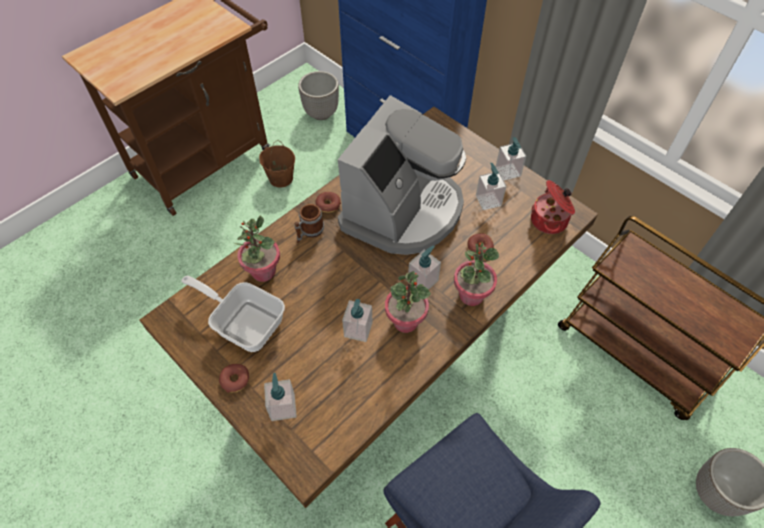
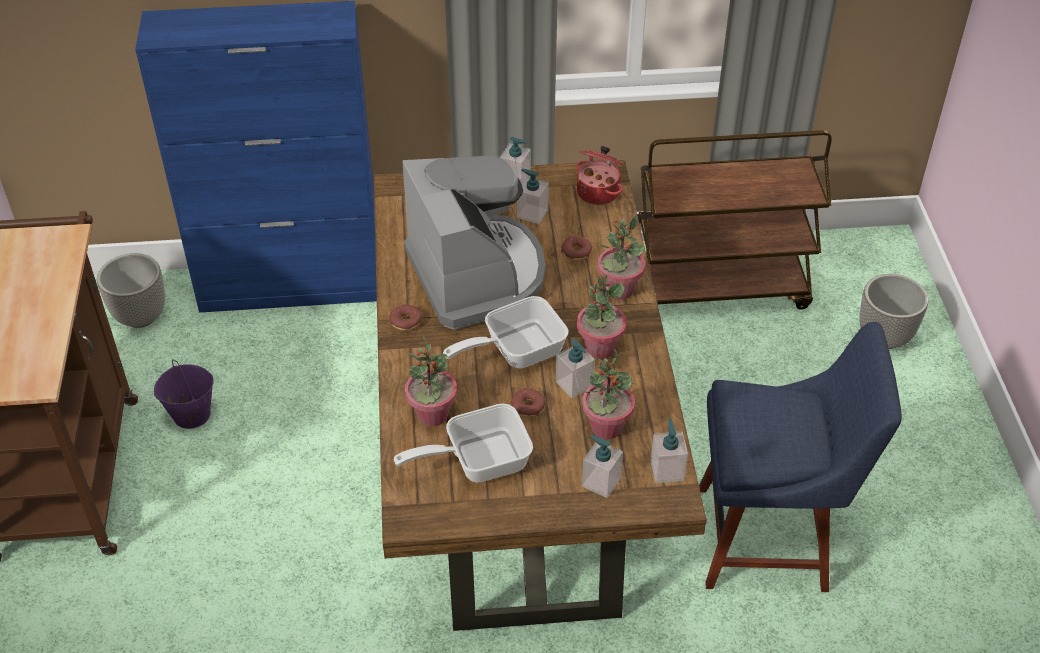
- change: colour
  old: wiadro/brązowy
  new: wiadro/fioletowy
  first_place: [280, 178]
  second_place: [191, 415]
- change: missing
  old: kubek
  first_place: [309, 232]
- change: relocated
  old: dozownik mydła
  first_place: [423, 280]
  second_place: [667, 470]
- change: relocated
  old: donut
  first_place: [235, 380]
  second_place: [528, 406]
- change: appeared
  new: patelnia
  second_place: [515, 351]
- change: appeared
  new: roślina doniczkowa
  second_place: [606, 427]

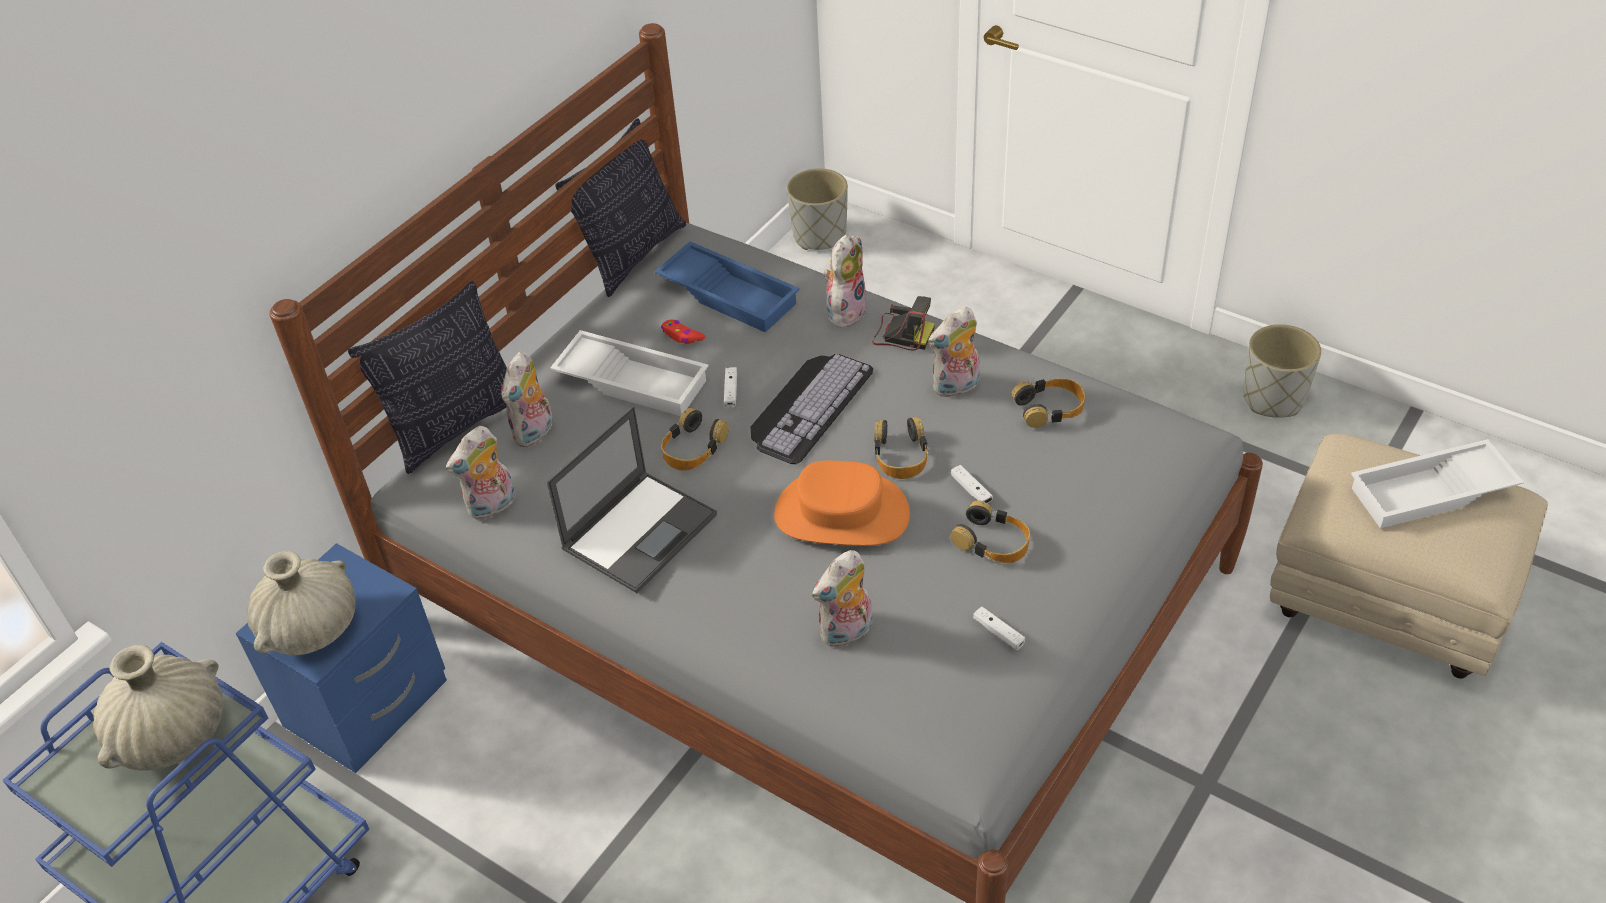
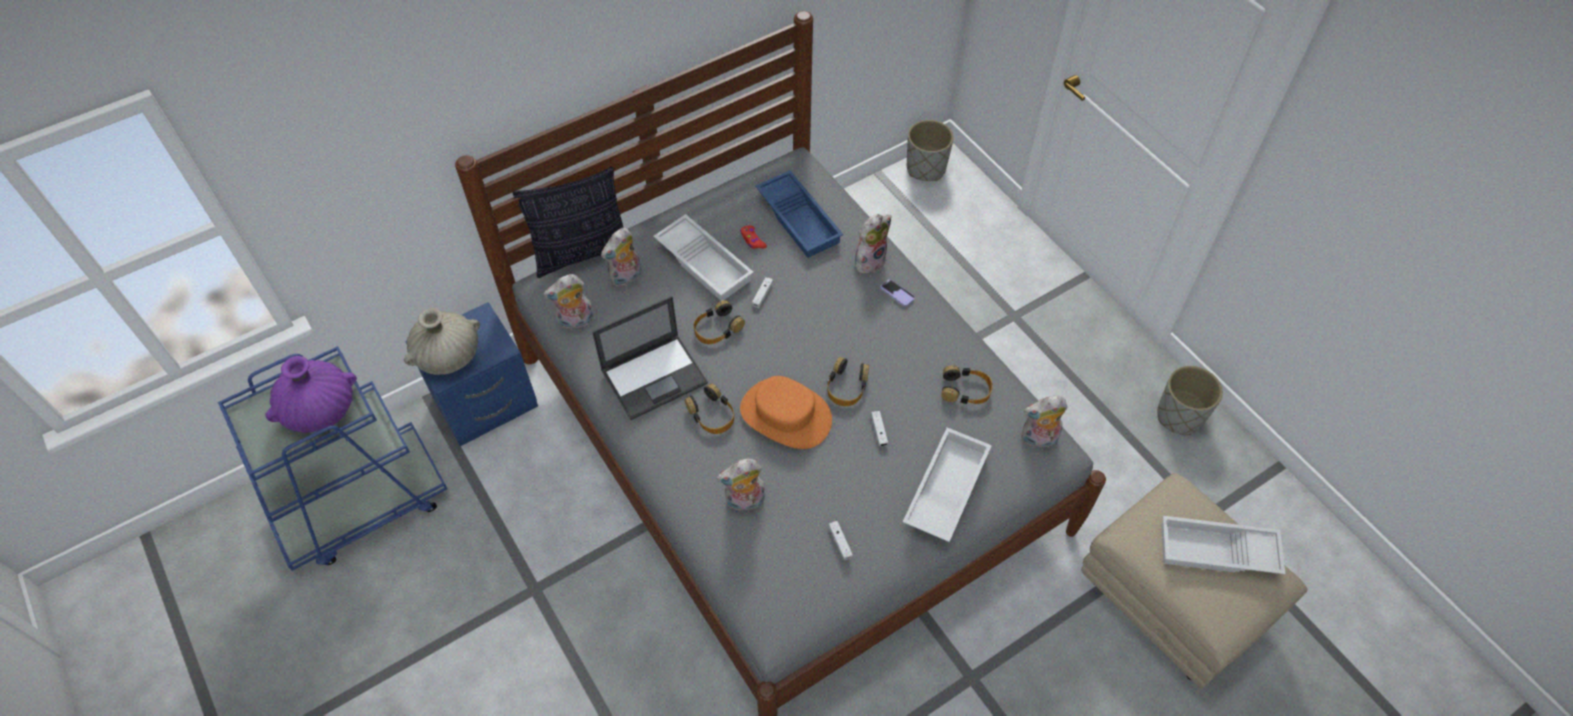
- change: missing
  old: poduszka
  first_place: [633, 255]
- change: exchanged
  old: aparat fotograficzny
  new: telefon
  first_place: [901, 334]
  second_place: [897, 293]
- change: relocated
  old: pluszak
  first_place: [956, 387]
  second_place: [1038, 440]
- change: missing
  old: klawiatura
  first_place: [807, 404]
- change: relocated
  old: słuchawki
  first_place: [992, 541]
  second_place: [712, 414]
- change: colour
  old: wazon/beżowy
  new: wazon/fioletowy
  first_place: [173, 736]
  second_place: [320, 410]
- change: appeared
  new: taca/biały
  second_place: [944, 488]

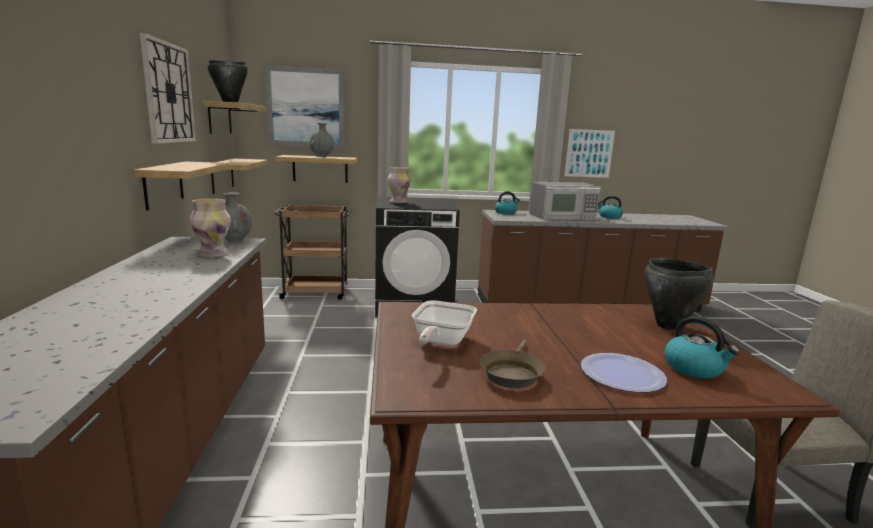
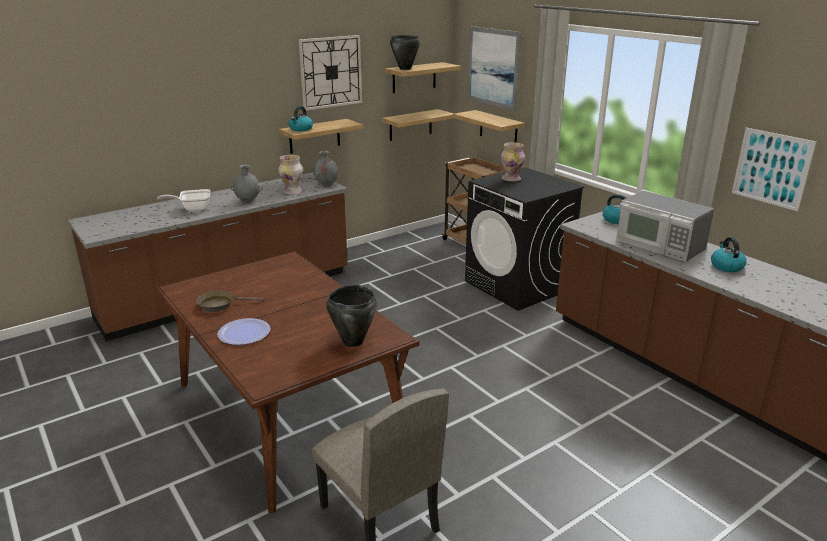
- change: relocated
  old: wazon/szary
  first_place: [322, 157]
  second_place: [248, 201]
- change: relocated
  old: patelnia
  first_place: [440, 342]
  second_place: [192, 208]
- change: relocated
  old: czajnik
  first_place: [694, 368]
  second_place: [301, 129]

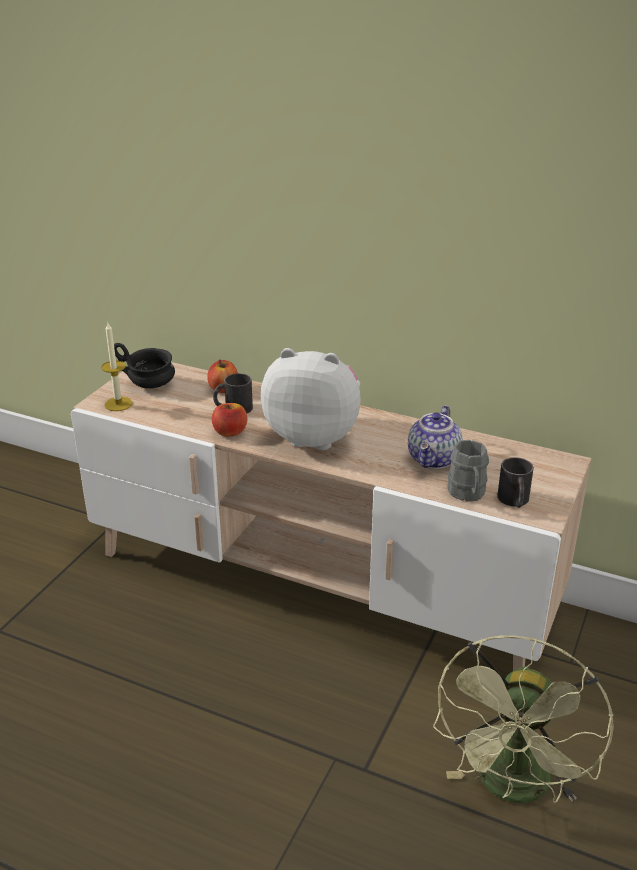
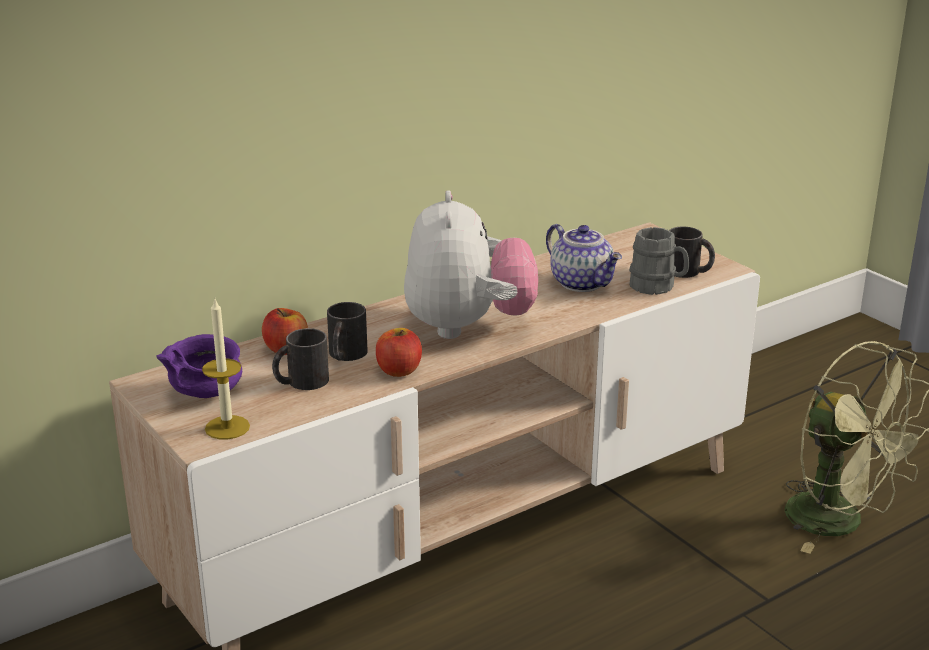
- change: colour
  old: miska/czarny
  new: miska/fioletowy
  first_place: [150, 385]
  second_place: [206, 394]
- change: spun
  old: pluszak
  first_place: [314, 436]
  second_place: [468, 327]
  degrees: 135
- change: appeared
  new: kubek/czarny
  second_place: [300, 382]

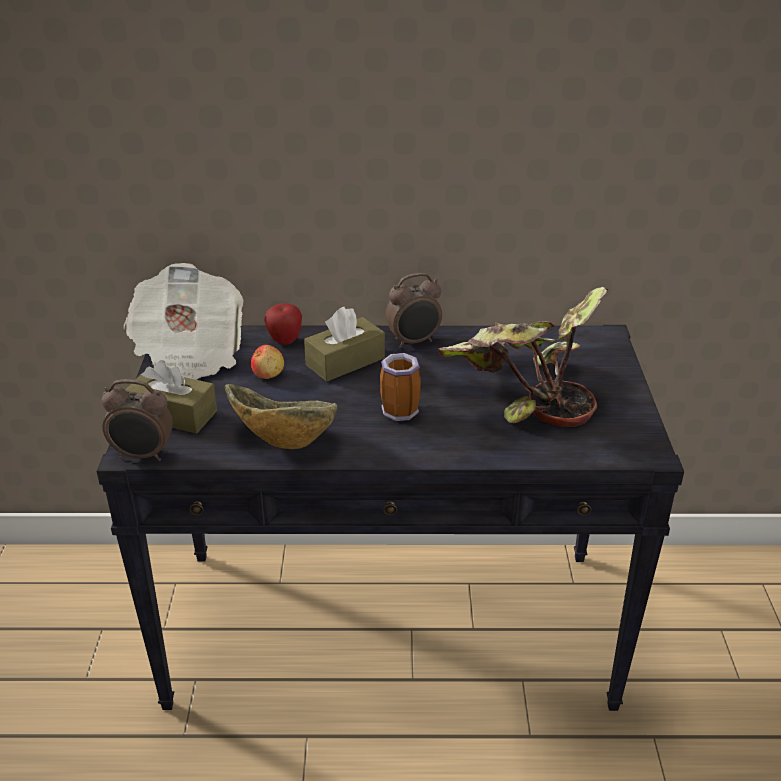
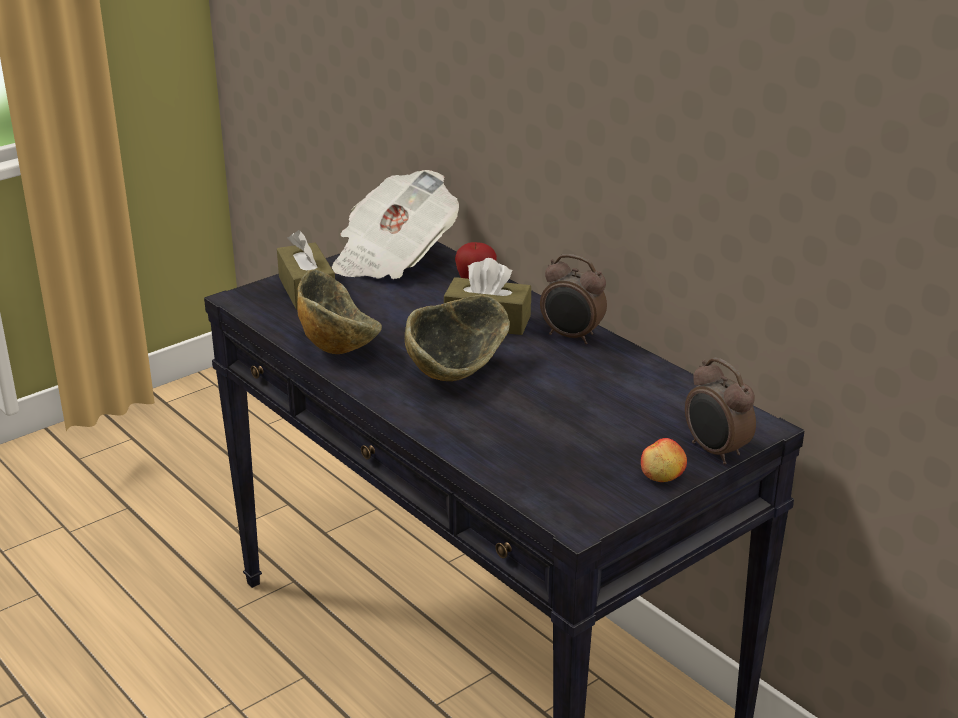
- change: missing
  old: roślina doniczkowa
  first_place: [521, 395]
- change: relocated
  old: jabłko
  first_place: [268, 374]
  second_place: [662, 477]
- change: exchanged
  old: kubek
  new: miska
  first_place: [399, 408]
  second_place: [455, 373]
- change: relocated
  old: budzik
  first_place: [143, 455]
  second_place: [715, 452]

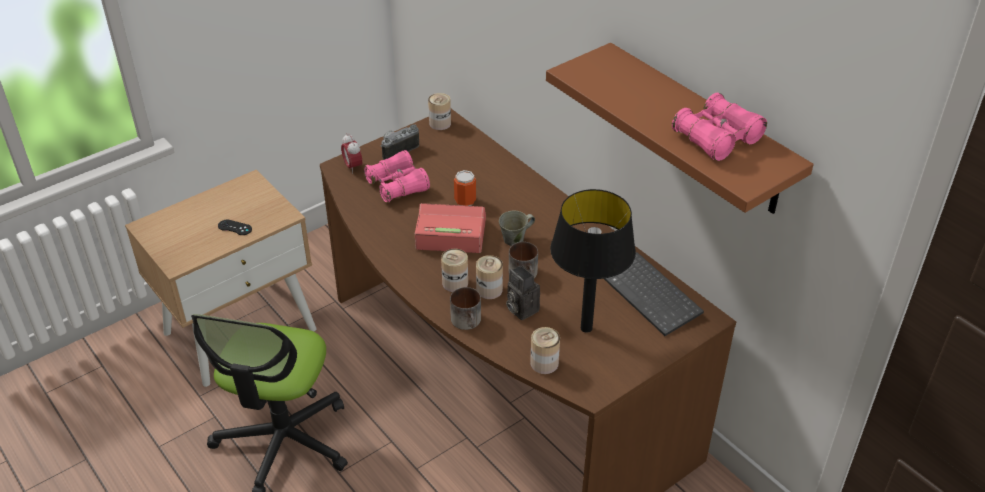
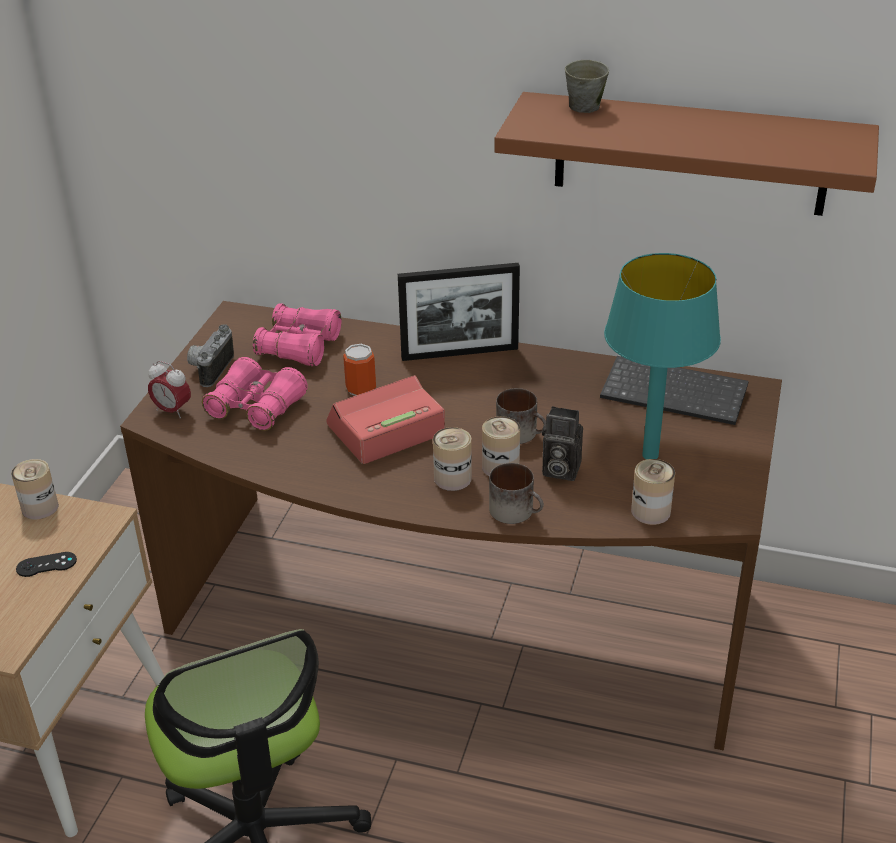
- change: relocated
  old: puszka
  first_place: [440, 123]
  second_place: [40, 507]
- change: relocated
  old: lornetka/różowy
  first_place: [717, 138]
  second_place: [299, 347]
- change: colour
  old: lampa stołowa/czarny
  new: lampa stołowa/turkusowy
  first_place: [585, 328]
  second_place: [649, 455]
- change: relocated
  old: kubek/szary
  first_place: [515, 239]
  second_place: [586, 106]
- change: appeared
  new: ramka na zdjęcie
  second_place: [460, 353]

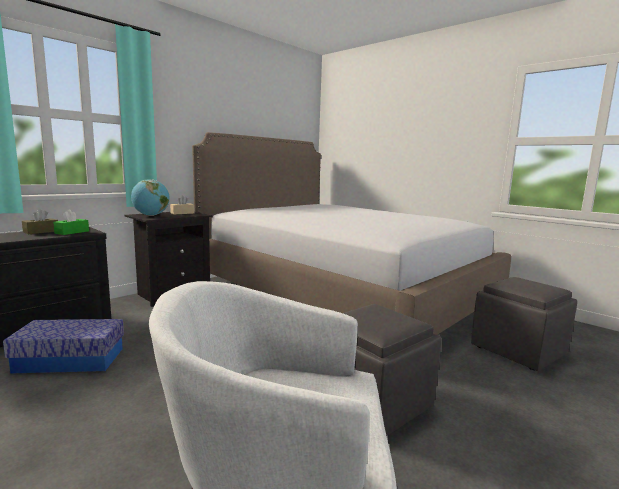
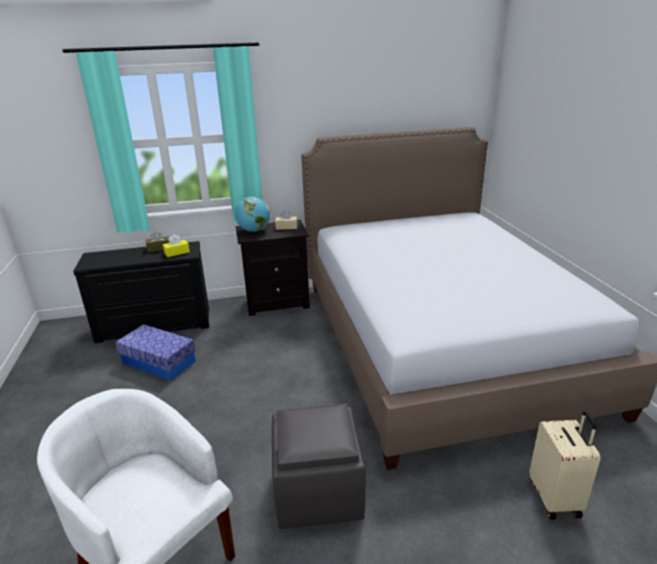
- change: colour
  old: pudełko chusteczek/zielony
  new: pudełko chusteczek/żółty
  first_place: [72, 232]
  second_place: [177, 252]
- change: exchanged
  old: pufa/szary
  new: walizka/beżowy
  first_place: [519, 350]
  second_place: [556, 498]

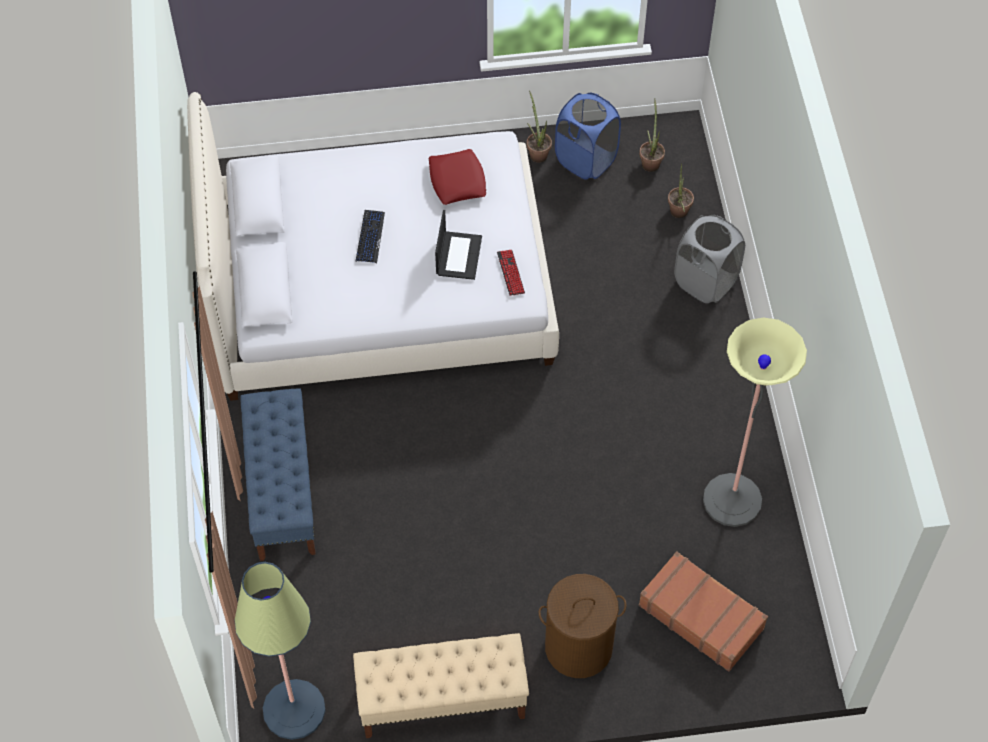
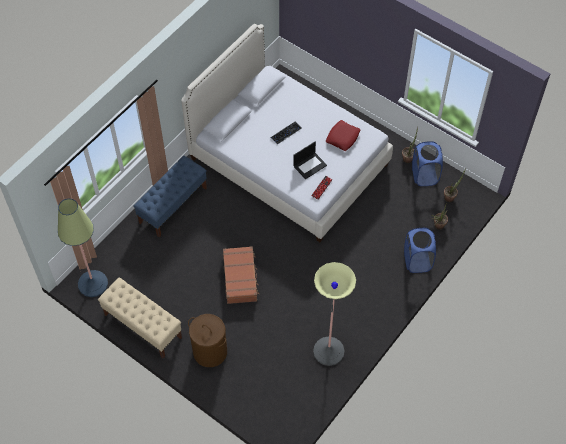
- change: colour
  old: kosz na pranie/szary
  new: kosz na pranie/niebieski
  first_place: [705, 281]
  second_place: [417, 261]
- change: relocated
  old: walizka/brązowy
  first_place: [701, 616]
  second_place: [240, 278]

